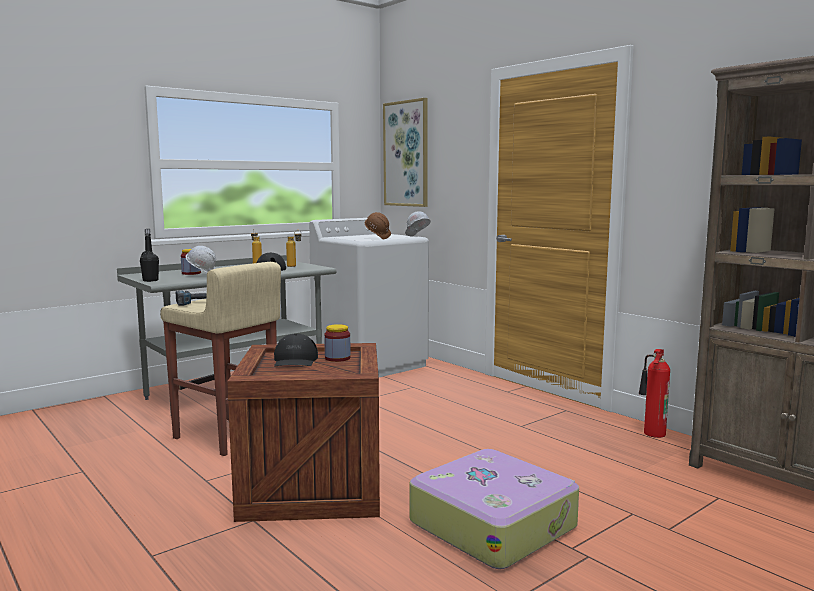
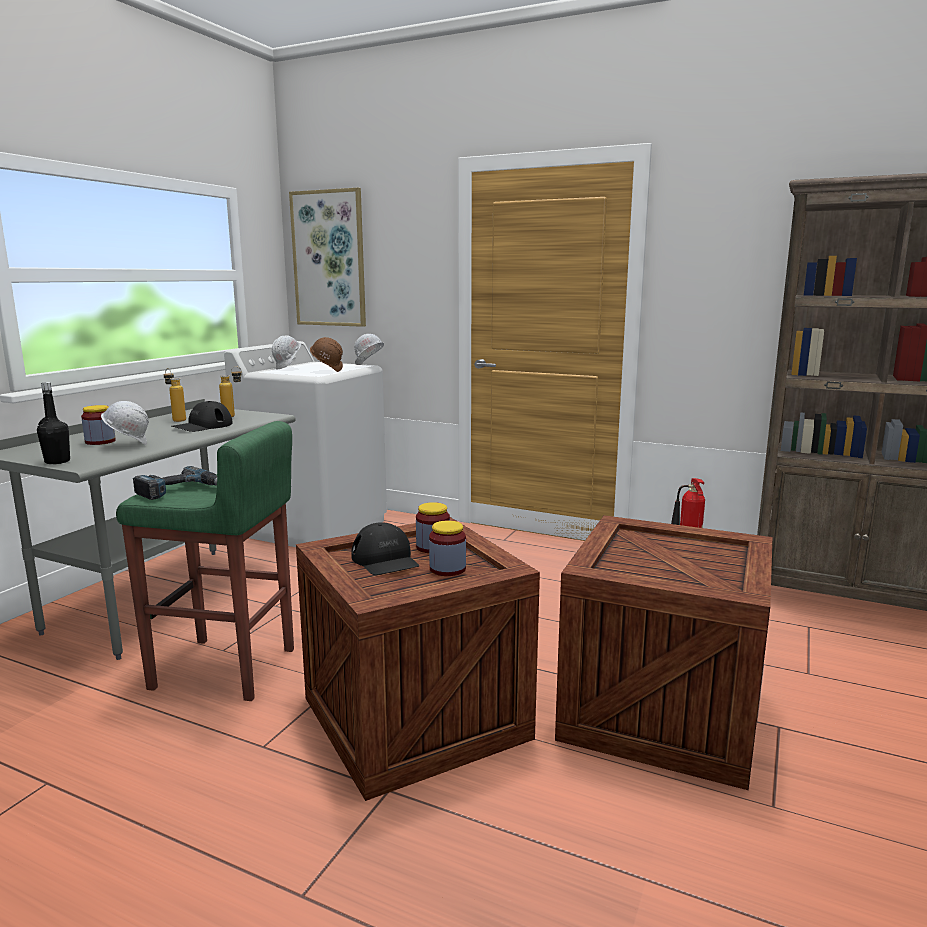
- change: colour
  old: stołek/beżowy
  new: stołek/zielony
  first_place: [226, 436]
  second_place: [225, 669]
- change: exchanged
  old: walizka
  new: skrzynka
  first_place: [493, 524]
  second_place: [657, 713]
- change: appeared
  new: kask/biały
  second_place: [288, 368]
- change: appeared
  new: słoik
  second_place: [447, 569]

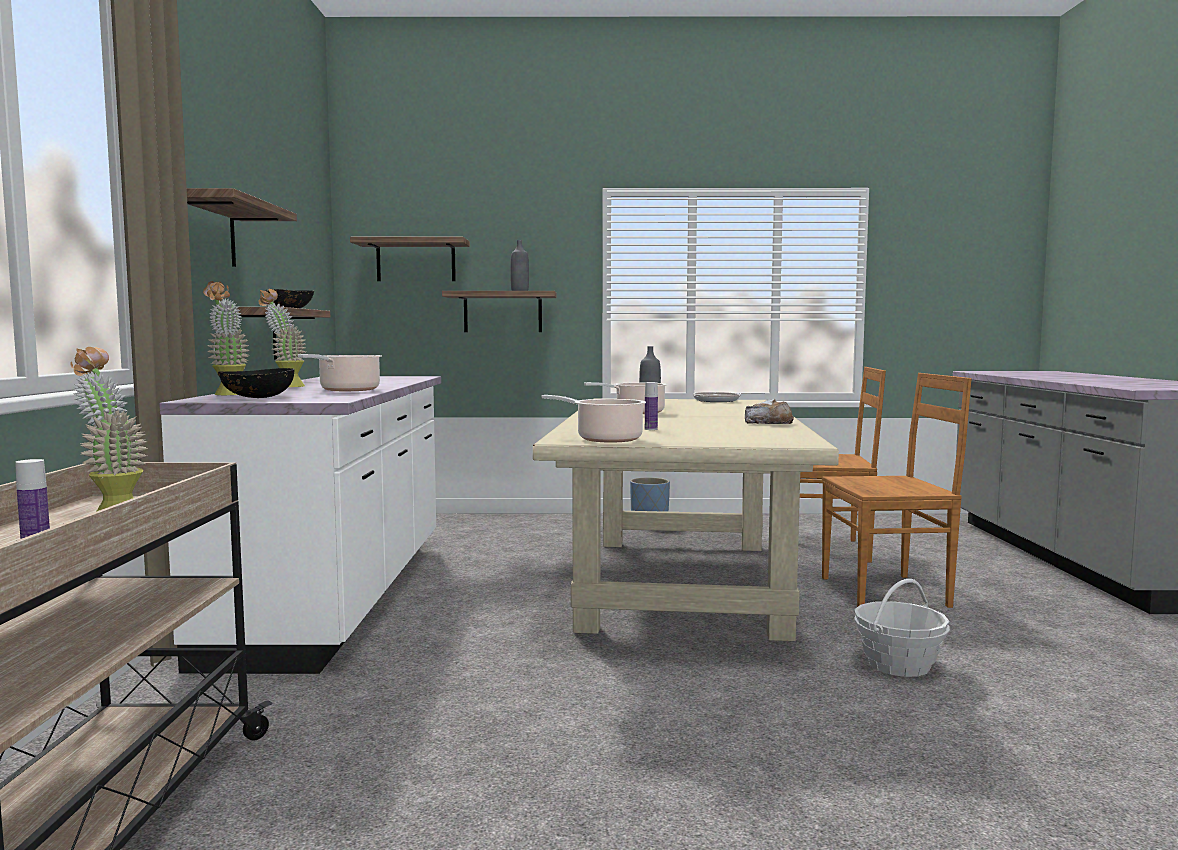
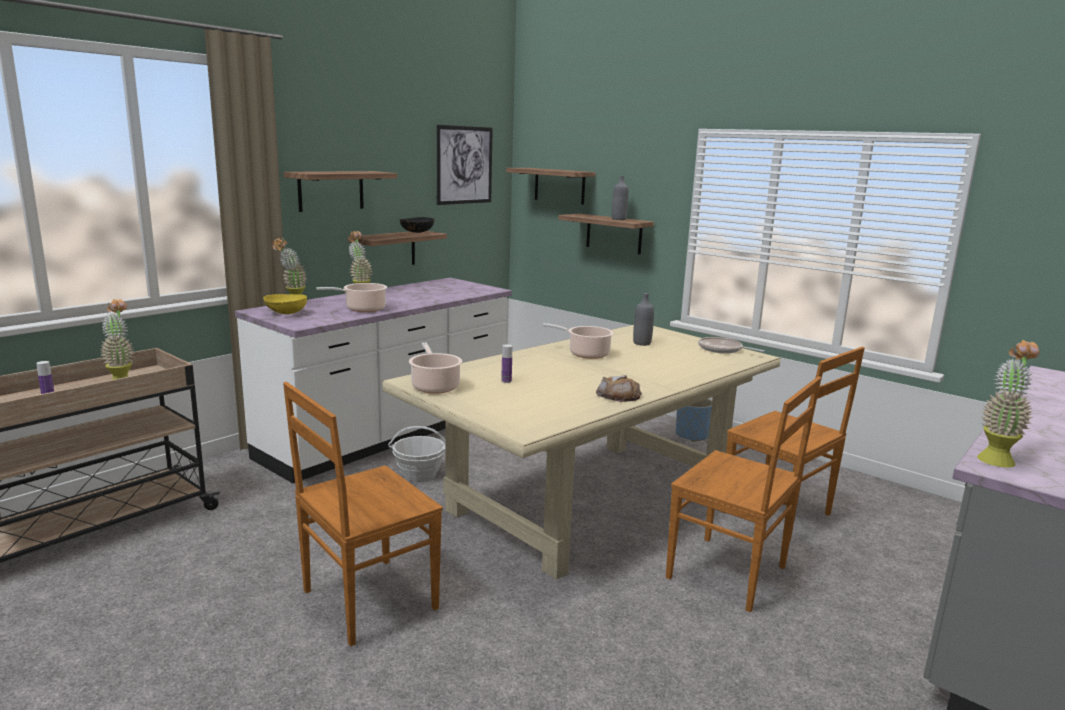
- change: colour
  old: miska/czarny
  new: miska/żółty
  first_place: [258, 398]
  second_place: [285, 313]
- change: relocated
  old: koszyk
  first_place: [898, 665]
  second_place: [419, 473]
- change: appeared
  new: obraz
  second_place: [464, 165]
- change: appeared
  new: roślina doniczkowa
  second_place: [996, 458]
- change: appeared
  new: krzesło/brązowy
  second_place: [366, 601]

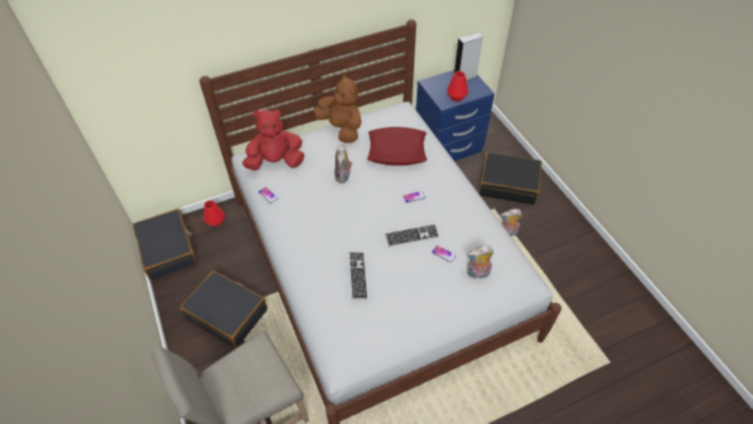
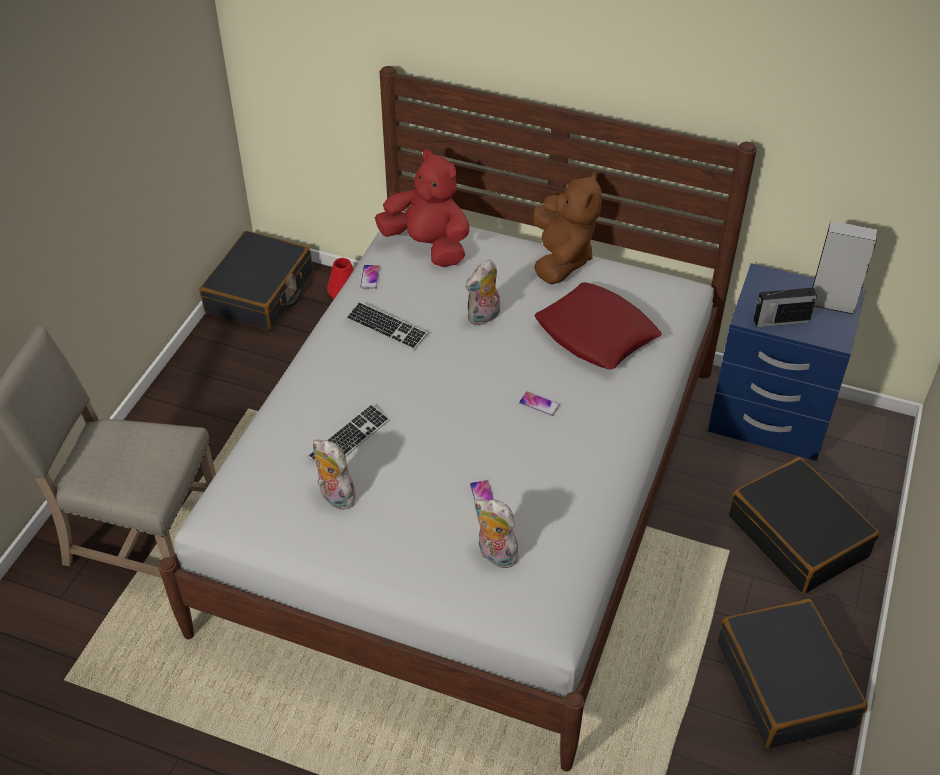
- change: exchanged
  old: wazon/czerwony
  new: radio
  first_place: [456, 97]
  second_place: [780, 321]
- change: relocated
  old: pluszak
  first_place: [507, 232]
  second_place: [334, 496]
- change: relocated
  old: klawiatura
  first_place: [412, 236]
  second_place: [386, 328]
- change: relocated
  old: walizka/czarny
  first_place: [227, 314]
  second_place: [786, 684]

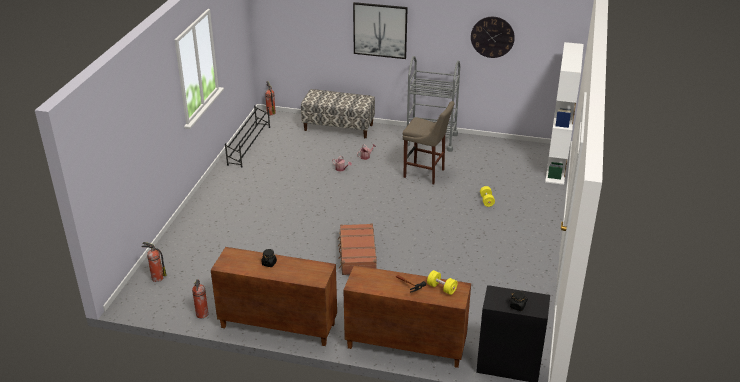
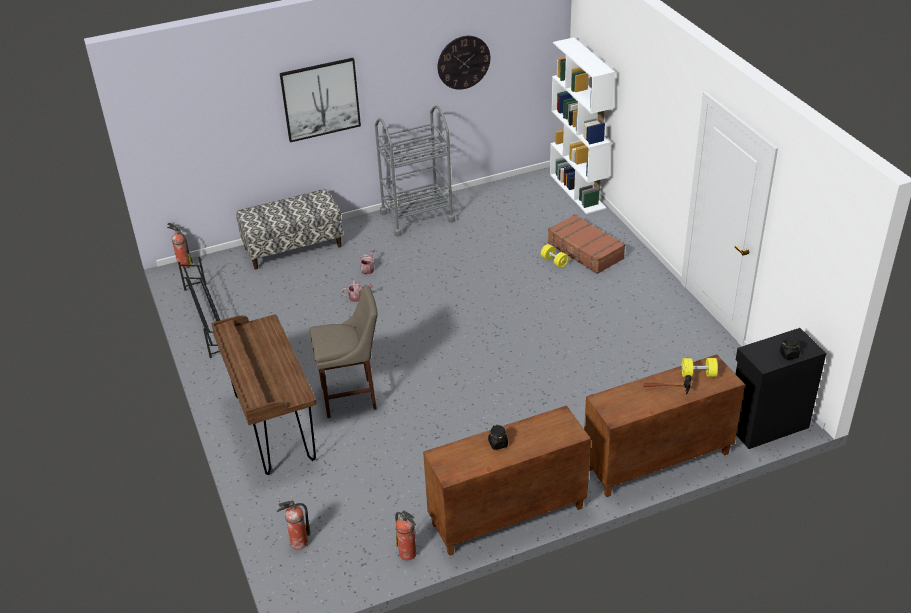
- change: relocated
  old: stołek/beżowy
  first_place: [426, 174]
  second_place: [352, 397]
- change: relocated
  old: walizka/brązowy
  first_place: [357, 255]
  second_place: [585, 251]
- change: appeared
  new: biurko/brązowy
  second_place: [274, 429]

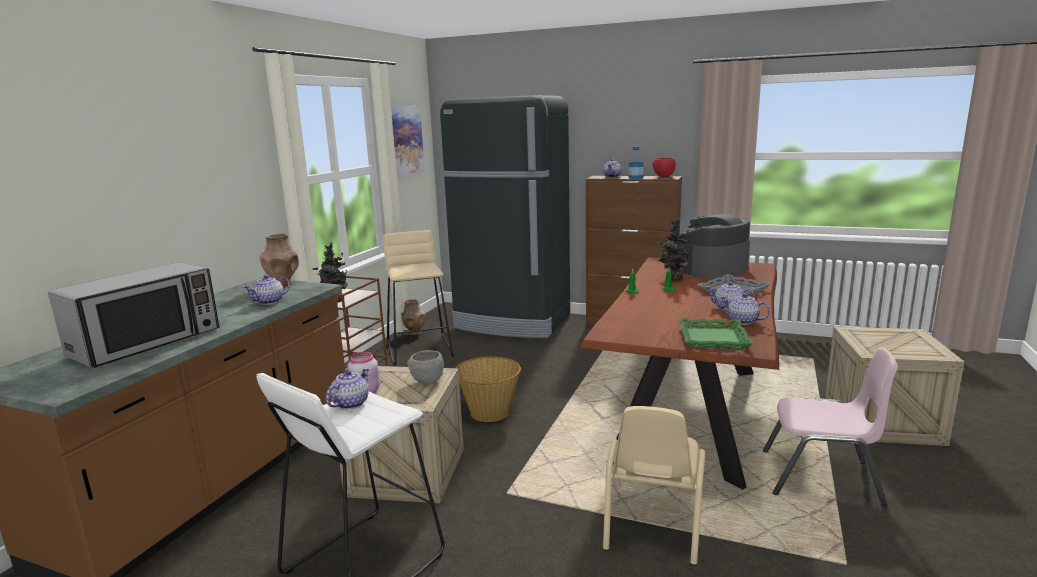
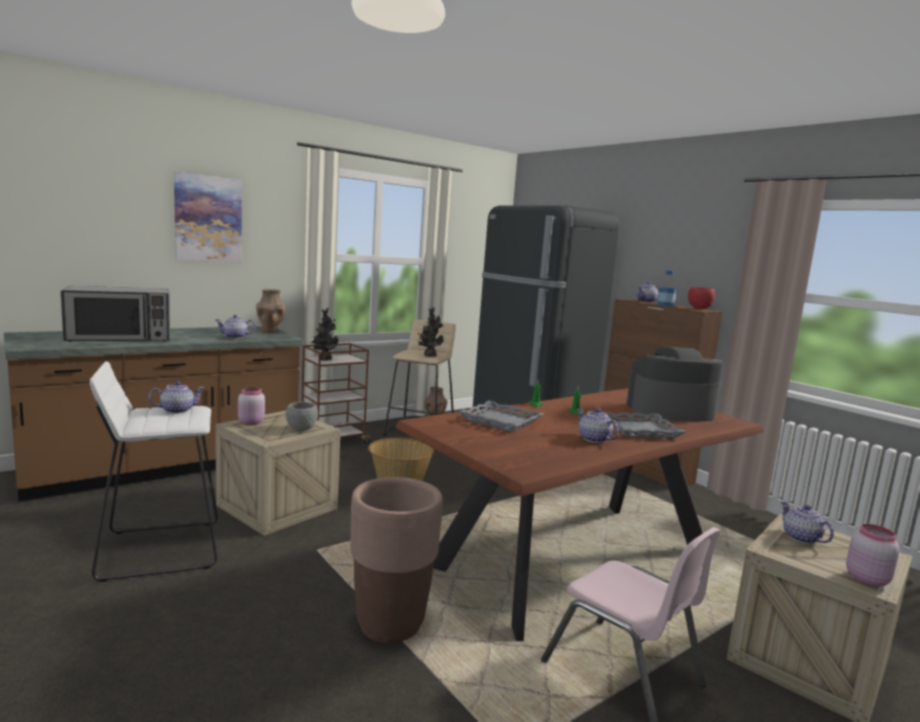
- change: relocated
  old: obraz
  first_place: [406, 140]
  second_place: [208, 218]
- change: relocated
  old: roślina doniczkowa
  first_place: [672, 279]
  second_place: [429, 356]
- change: relocated
  old: imbryk
  first_place: [743, 321]
  second_place: [801, 538]
- change: missing
  old: taca/zielony
  first_place: [713, 339]
- change: exchanged
  old: krzesło/beżowy
  new: donica/brązowy
  first_place: [652, 522]
  second_place: [390, 624]
- change: appeared
  new: taca/szary
  second_place: [501, 421]
- change: appeared
  new: słoik/różowy
  second_place: [866, 579]

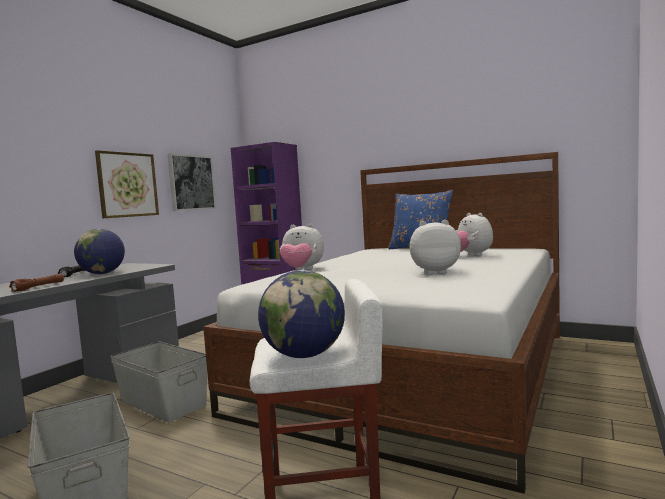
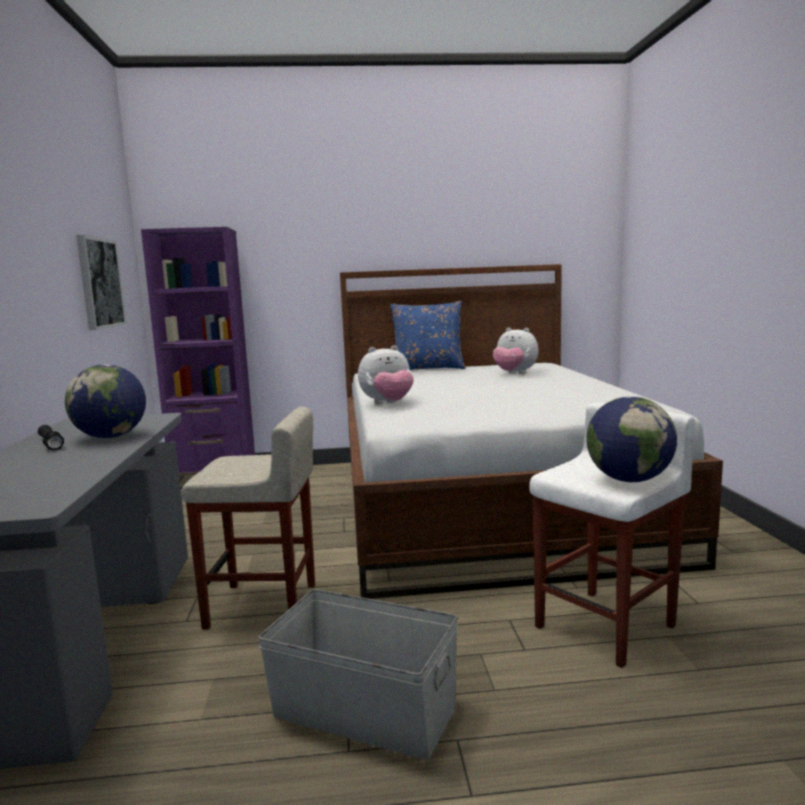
- change: missing
  old: obraz
  first_place: [127, 184]
- change: missing
  old: pluszak
  first_place: [434, 272]
- change: missing
  old: latarka/brązowy
  first_place: [39, 287]
- change: exchanged
  old: pojemnik do przechowywania/szary
  new: stołek/beżowy
  first_place: [162, 403]
  second_place: [264, 606]

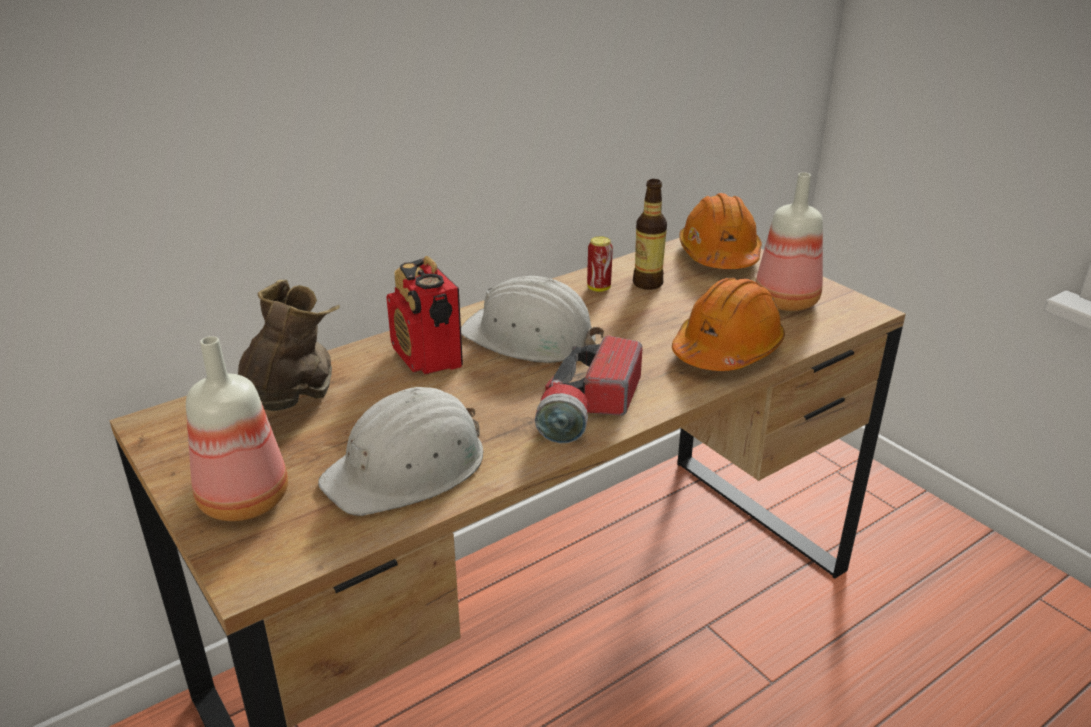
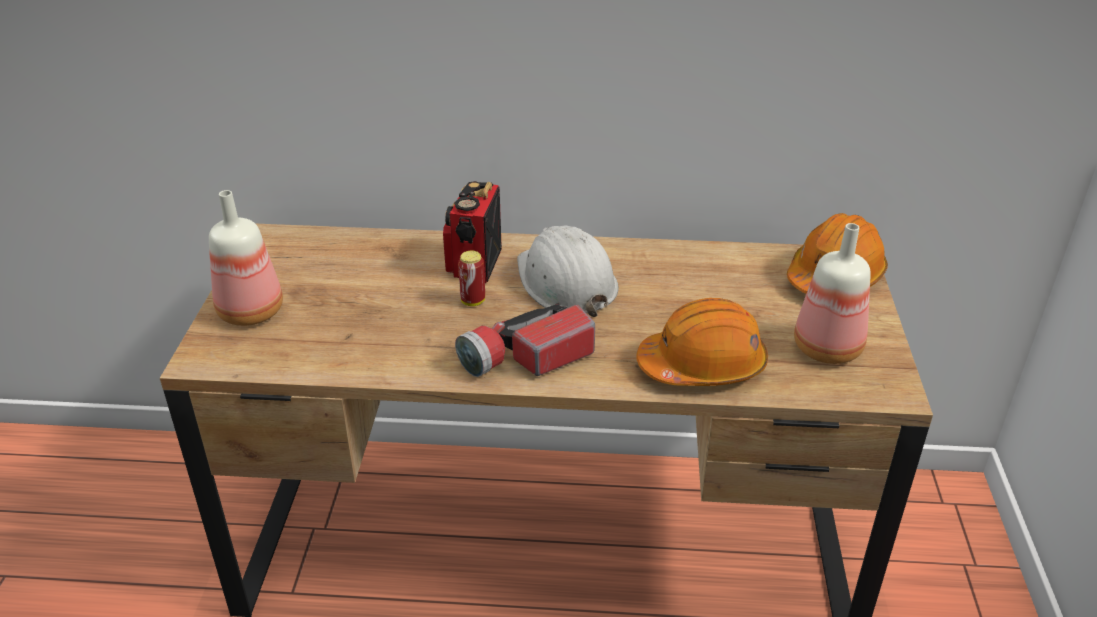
- change: missing
  old: butelka
  first_place: [647, 283]
- change: relocated
  old: puszka
  first_place: [599, 288]
  second_place: [473, 301]
- change: missing
  old: but z cholewką/brązowy
  first_place: [295, 408]
- change: missing
  old: kask/biały
  first_place: [408, 467]

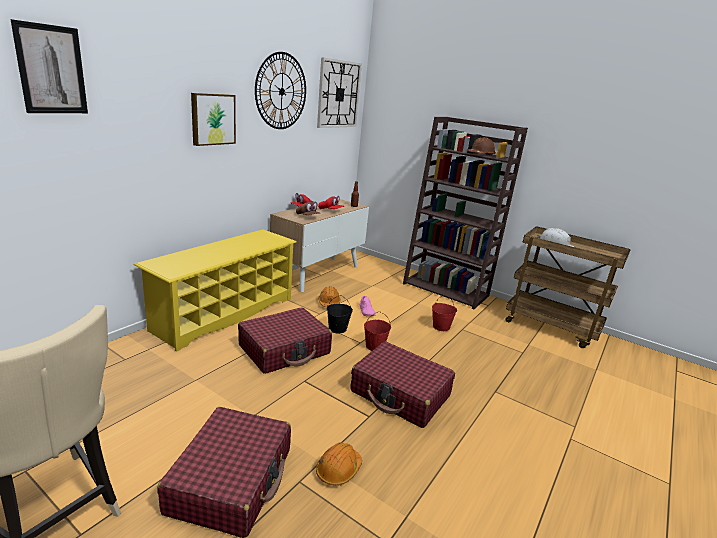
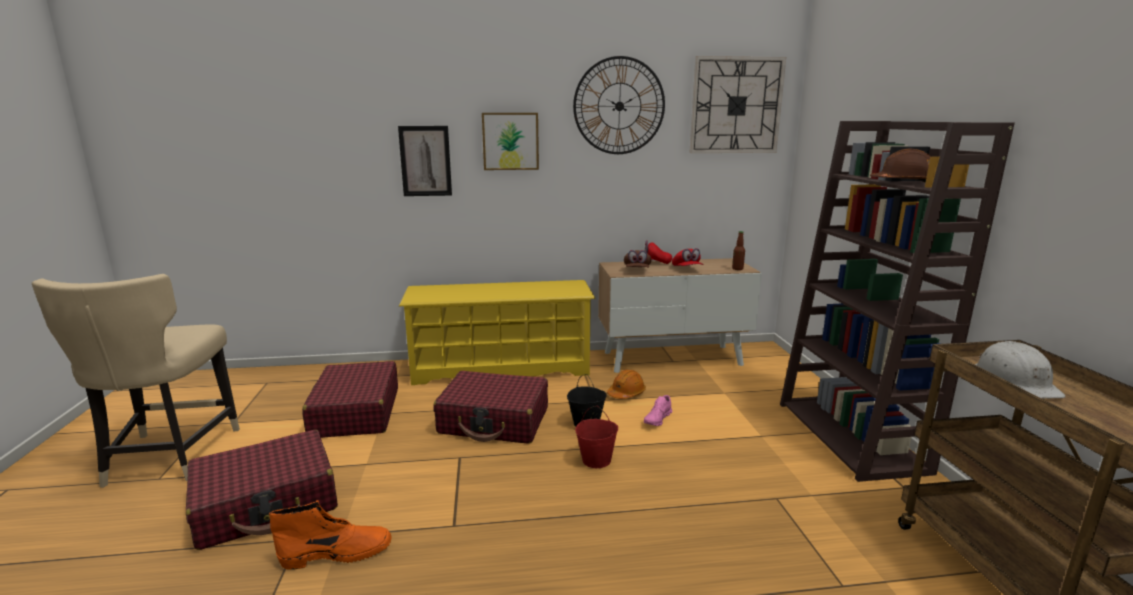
- change: relocated
  old: obraz
  first_place: [51, 70]
  second_place: [425, 161]
- change: missing
  old: wiadro/czerwony
  first_place: [441, 327]
- change: relocated
  old: walizka/czerwony
  first_place: [400, 394]
  second_place: [355, 413]
- change: exchanged
  old: kask/pomarańczowy
  new: but z cholewką/pomarańczowy
  first_place: [338, 470]
  second_place: [338, 553]

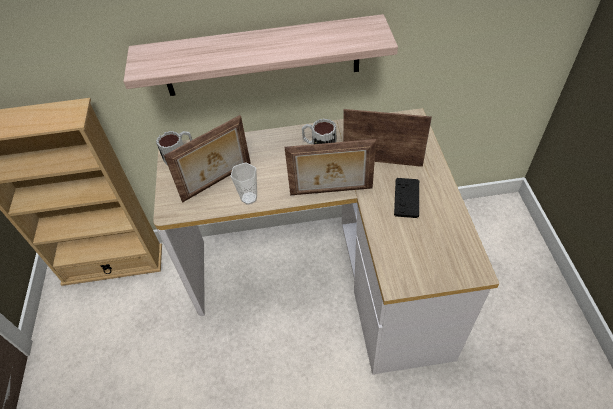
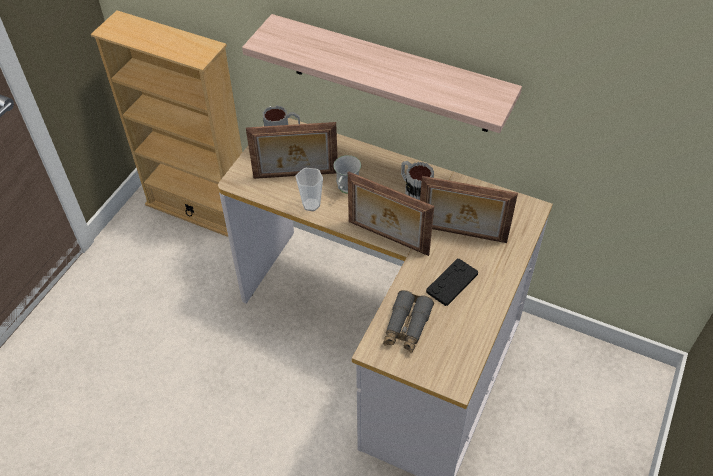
- change: spun
  old: ramka na zdjęcie
  first_place: [382, 160]
  second_place: [461, 235]
  degrees: 150
- change: appeared
  new: kubek/biały
  second_place: [346, 190]
- change: appeared
  new: lornetka/szary
  second_place: [406, 327]

